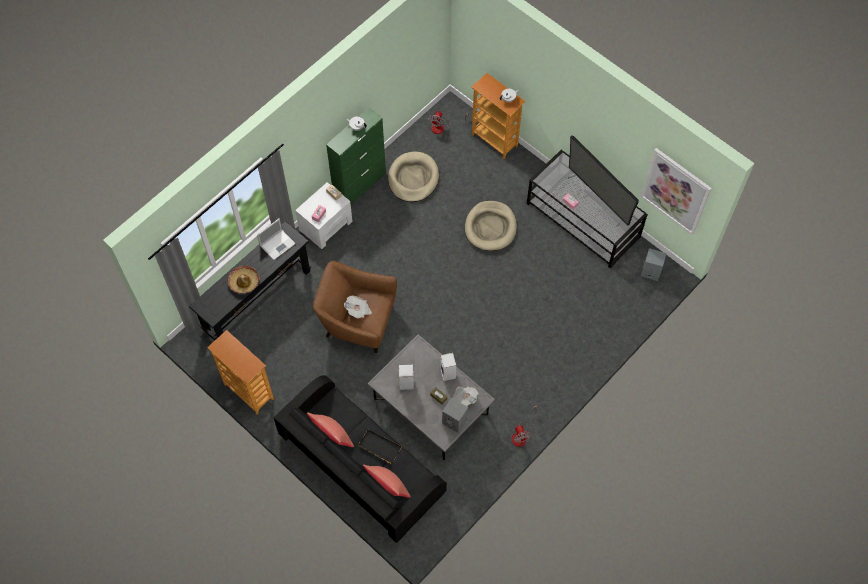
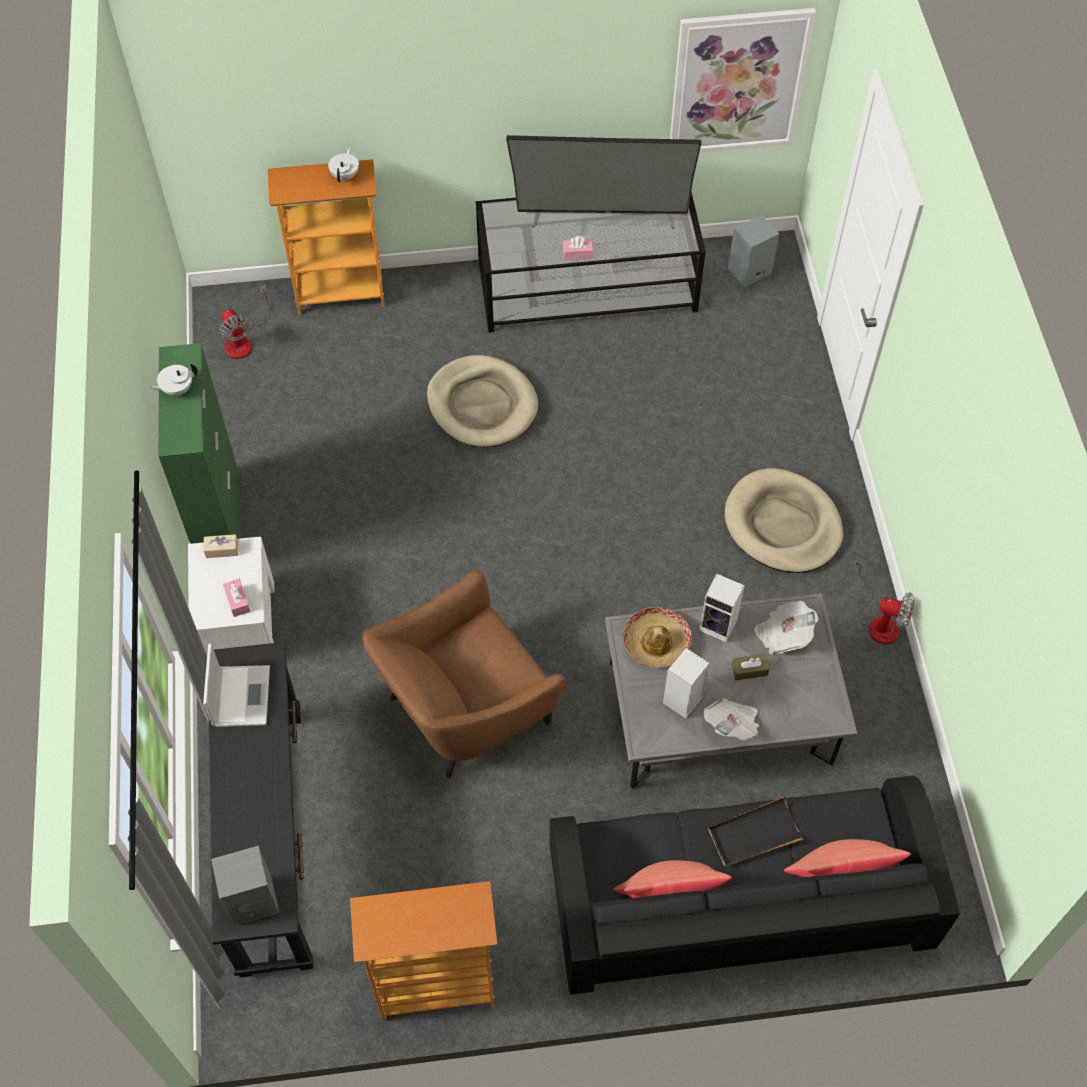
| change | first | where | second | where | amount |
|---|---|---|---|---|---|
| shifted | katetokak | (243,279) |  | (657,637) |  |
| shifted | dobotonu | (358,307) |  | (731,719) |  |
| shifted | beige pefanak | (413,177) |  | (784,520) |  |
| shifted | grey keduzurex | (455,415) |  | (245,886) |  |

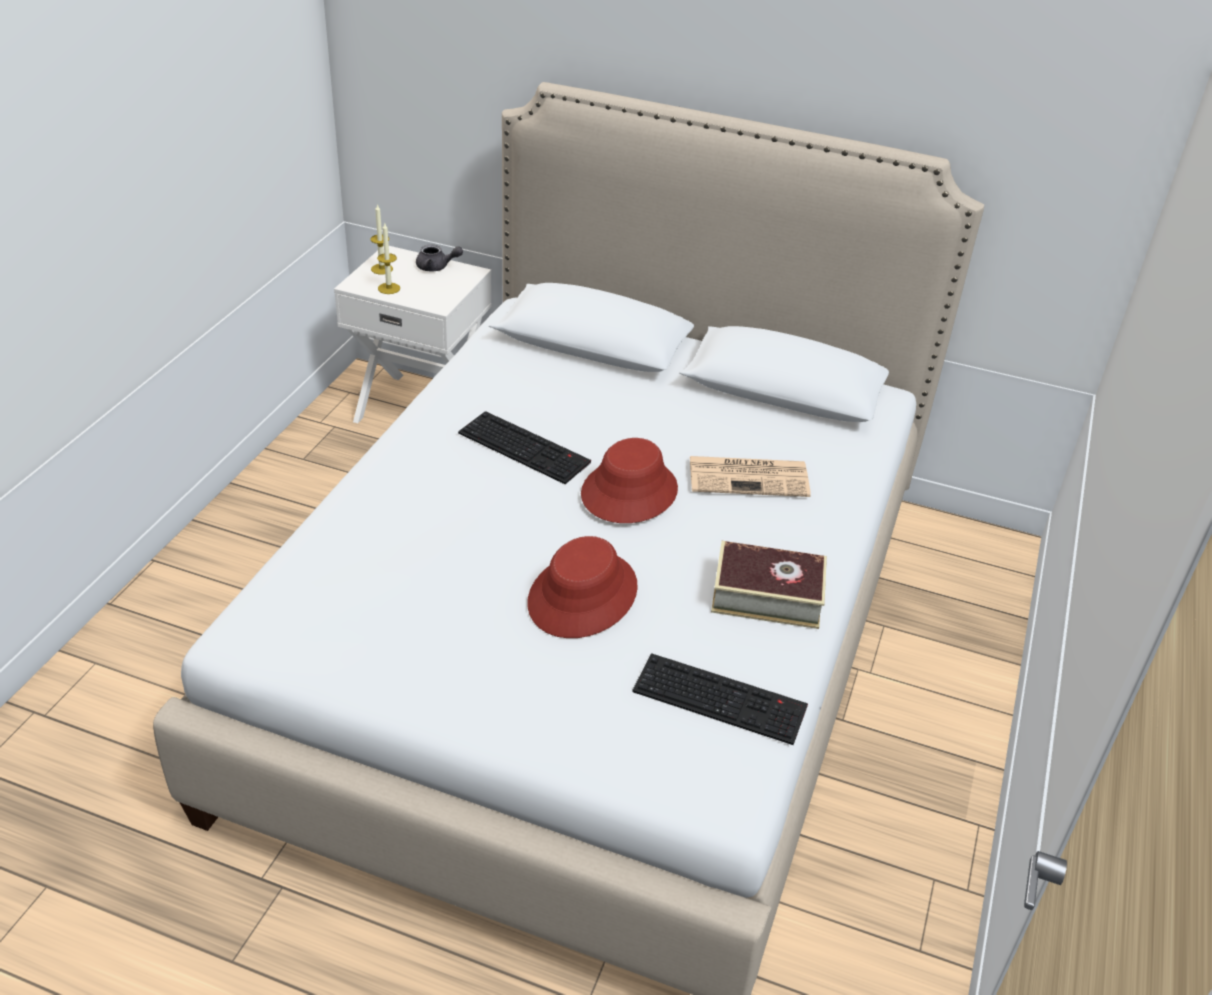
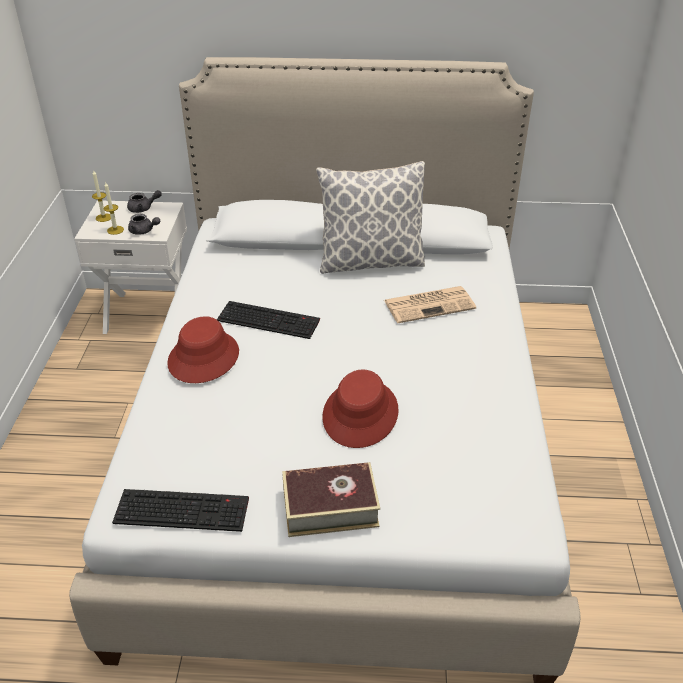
| change | first | where | second | where | amount |
|---|---|---|---|---|---|
| shifted | red katetokak | (629,480) |  | (203,349) |  |
| shifted | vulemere | (720,699) |  | (180,510) |  |
| shifted | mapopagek | (769,585) |  | (331,499) |  |
| new |  |  | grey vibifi | (144,224) |  |
| new |  |  | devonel | (370,217) |  |

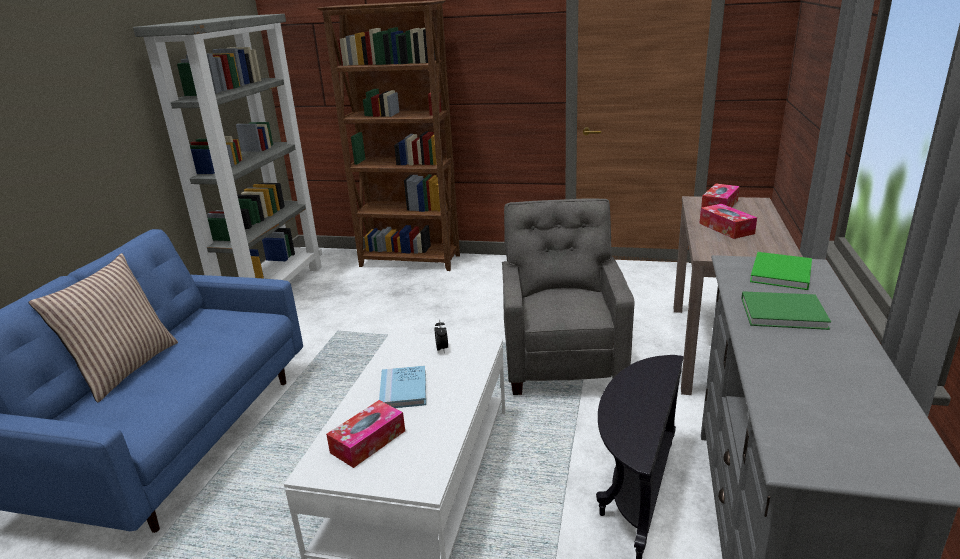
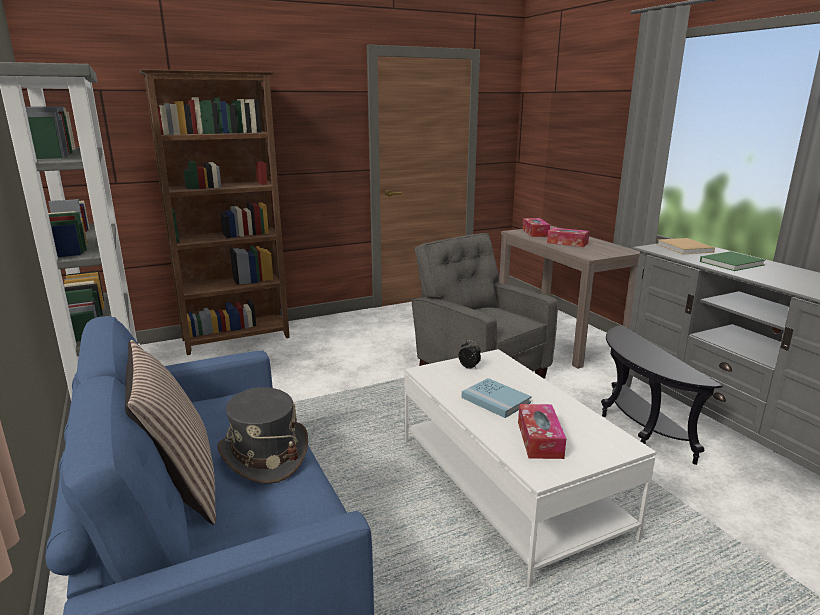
| change | first | where | second | where | amount |
|---|---|---|---|---|---|
| repainted | green mapopagek | (781,271) | beige mapopagek | (686,246) |  |
| new |  |  | grey katetokak | (262,435) |  |

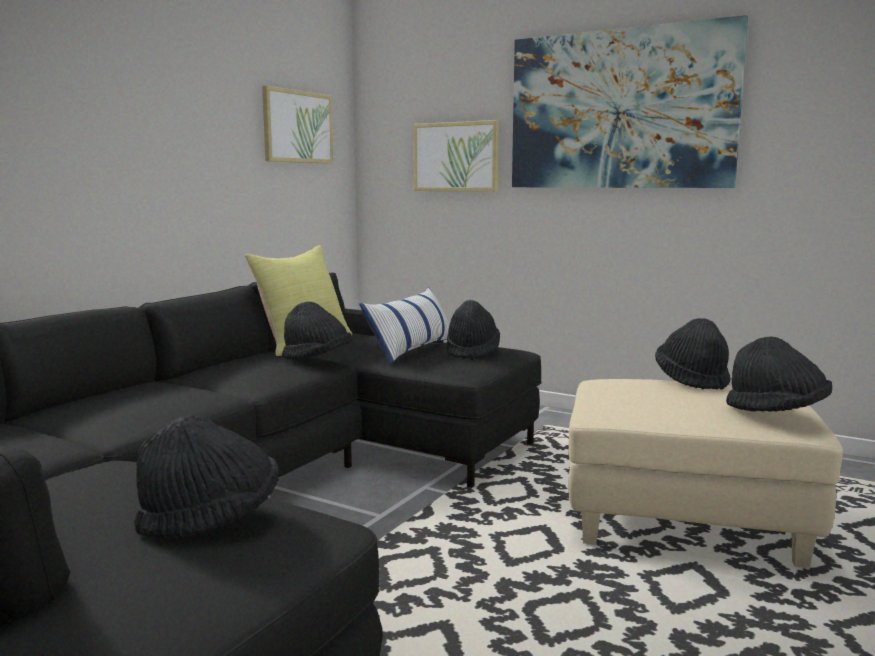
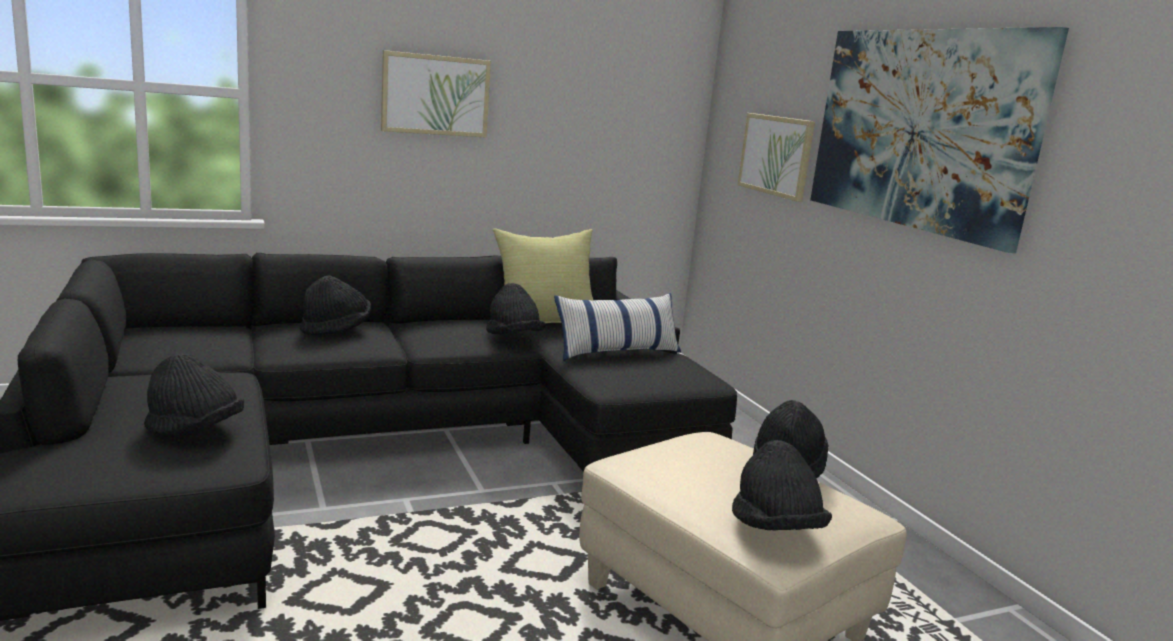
| change | first | where | second | where | amount |
|---|---|---|---|---|---|
| shifted | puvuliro | (297,125) |  | (436,94) |  |
| shifted | black katetokak | (473,330) |  | (335,305) |  |

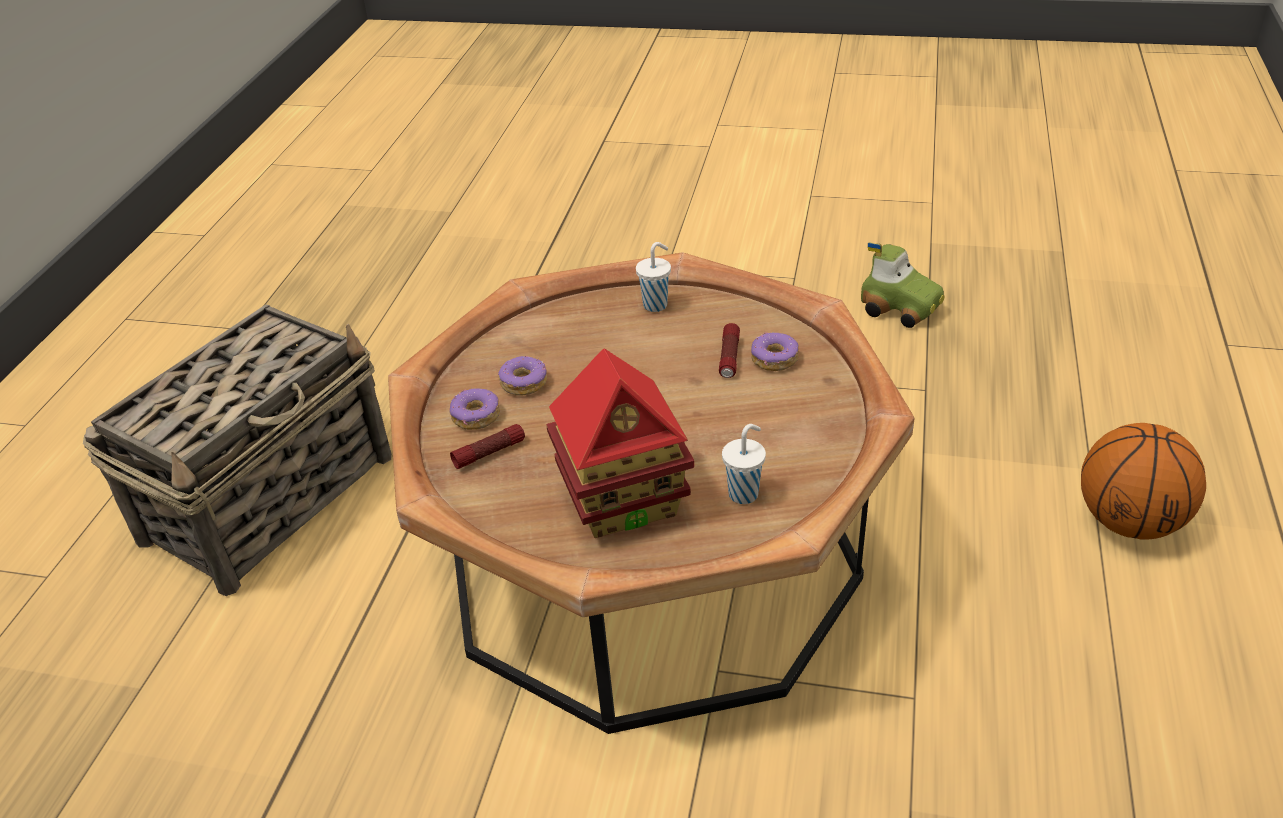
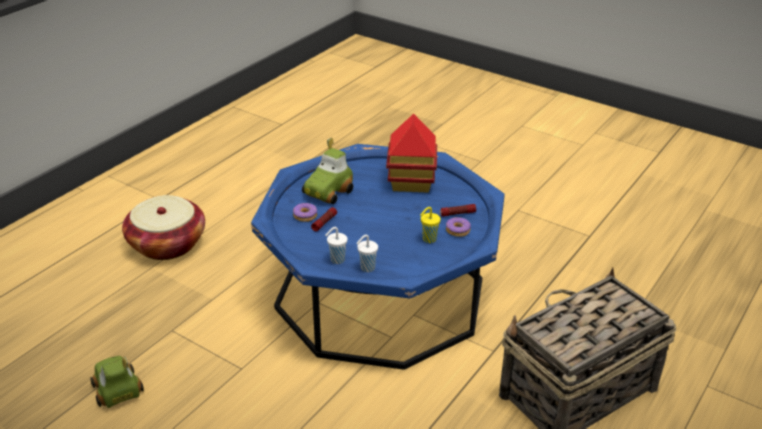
| change | first | where | second | where | amount |
|---|---|---|---|---|---|
| repainted | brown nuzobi | (651,493) | blue nuzobi | (378,257) |  |
| swapped | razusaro | (522,376) | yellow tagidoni | (430,225) |  |
| shifted | white tagidoni | (744,464) |  | (367,253) |  |
| swapped | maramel | (1143,481) | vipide | (163,227) |  |
| new |  |  | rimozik | (327,171) |  |

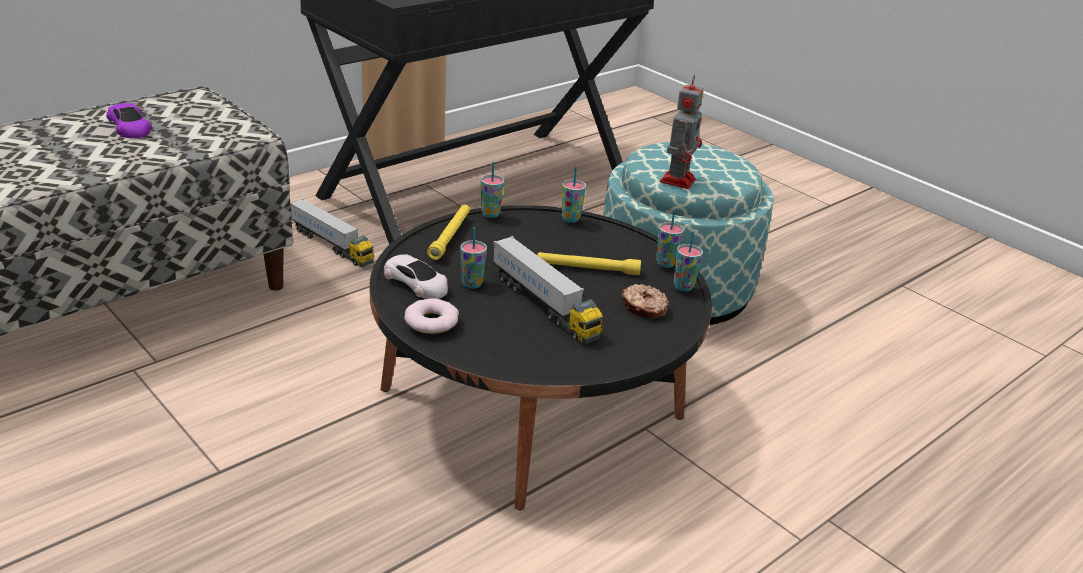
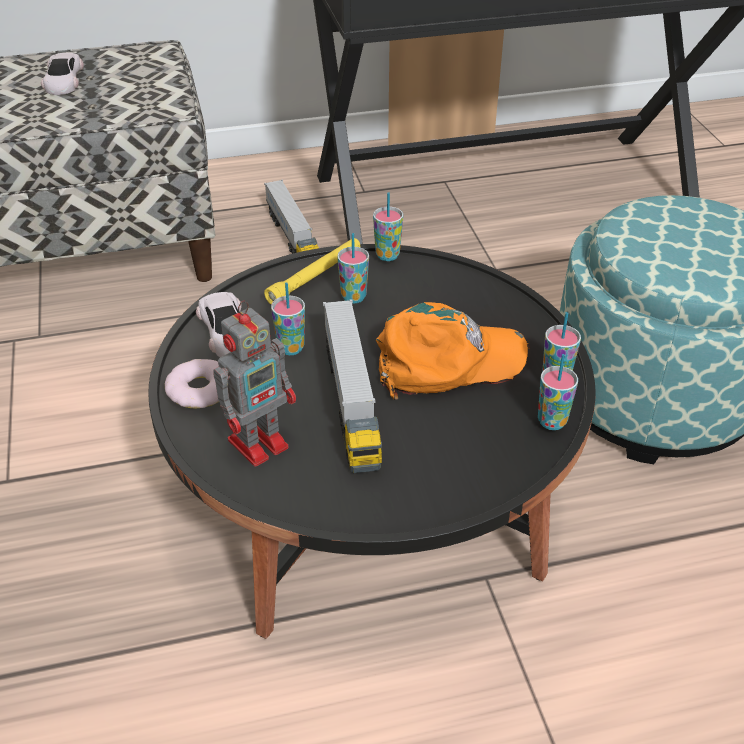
| change | first | where | second | where | amount |
|---|---|---|---|---|---|
| repainted | purple rimozik | (129,120) | white rimozik | (62,74) |  |
| swapped | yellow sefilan | (589,263) | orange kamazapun | (453,351) |  |
| shifted | tagidoni | (574,195) |  | (353,268) |  |
| gone | razusaro | (645,301) |  |  |  |
| shifted | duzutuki | (682,132) |  | (255,383) |  |

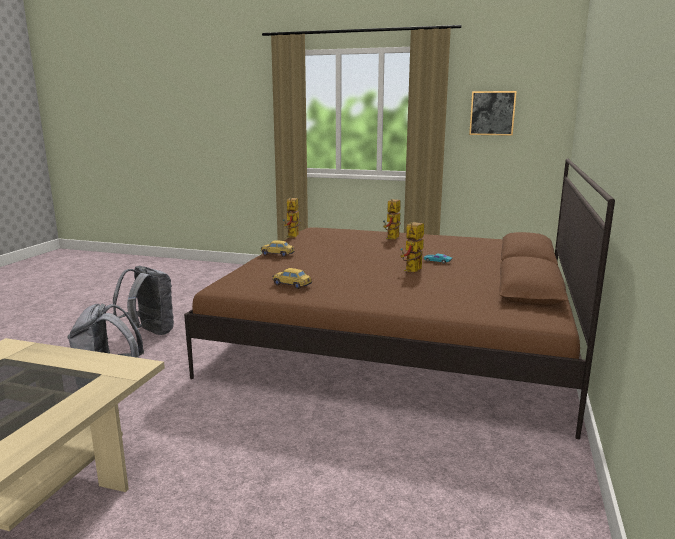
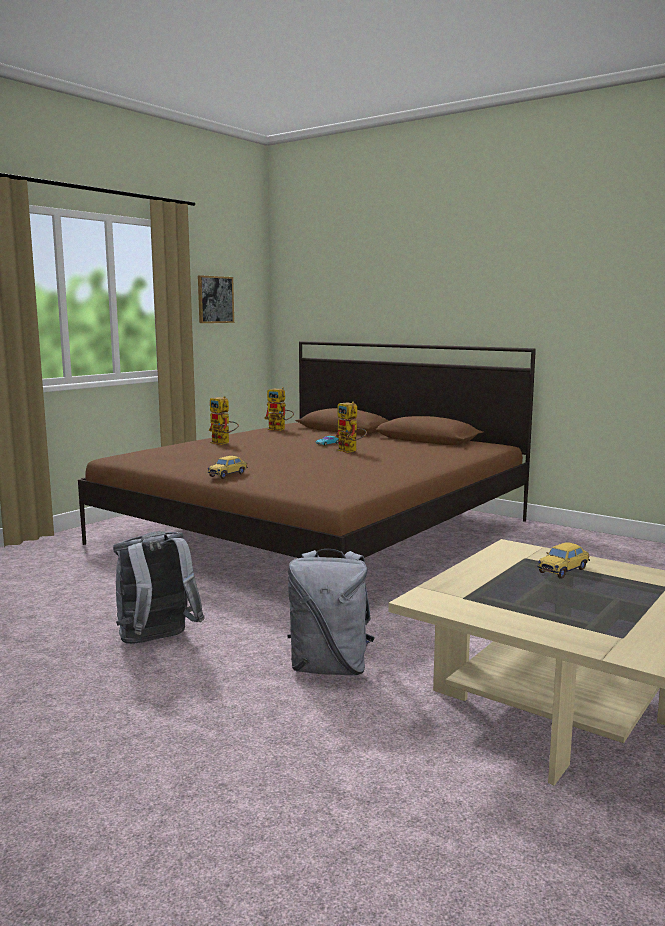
| change | first | where | second | where | amount |
|---|---|---|---|---|---|
| shifted | rimozik | (292,278) |  | (563,560) |  |
| shifted | duzutuki | (292,217) |  | (279,409) |  |

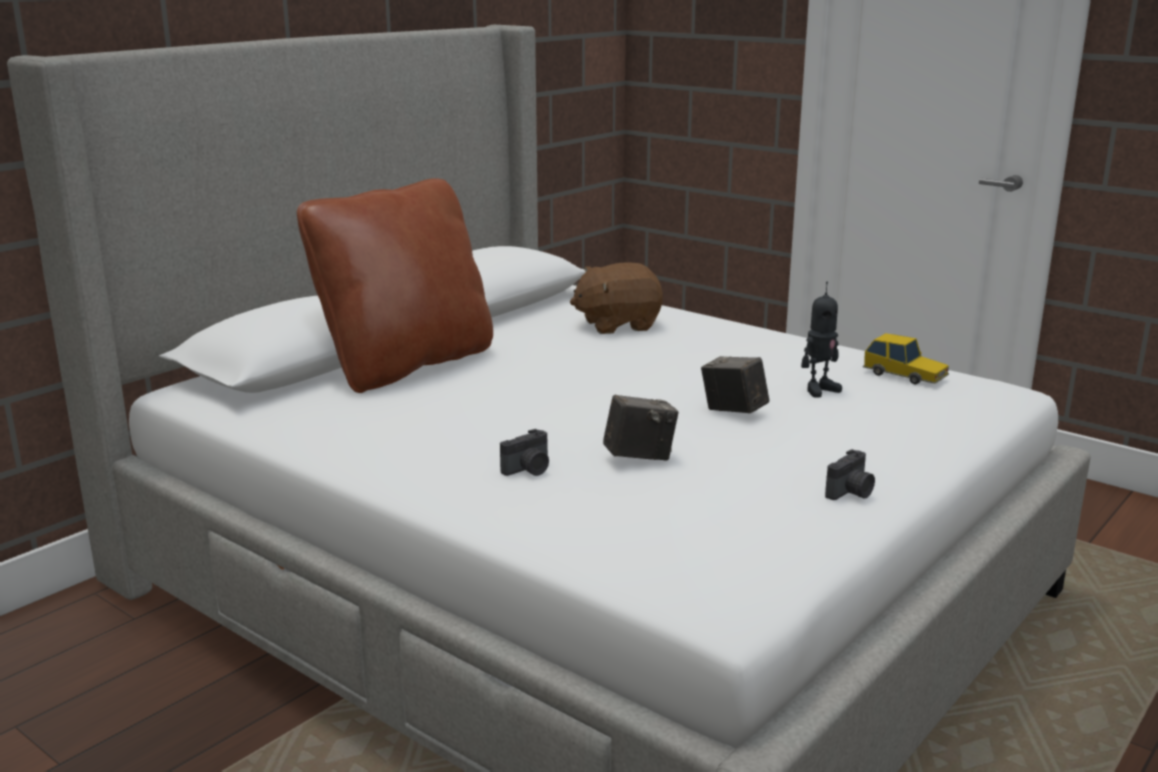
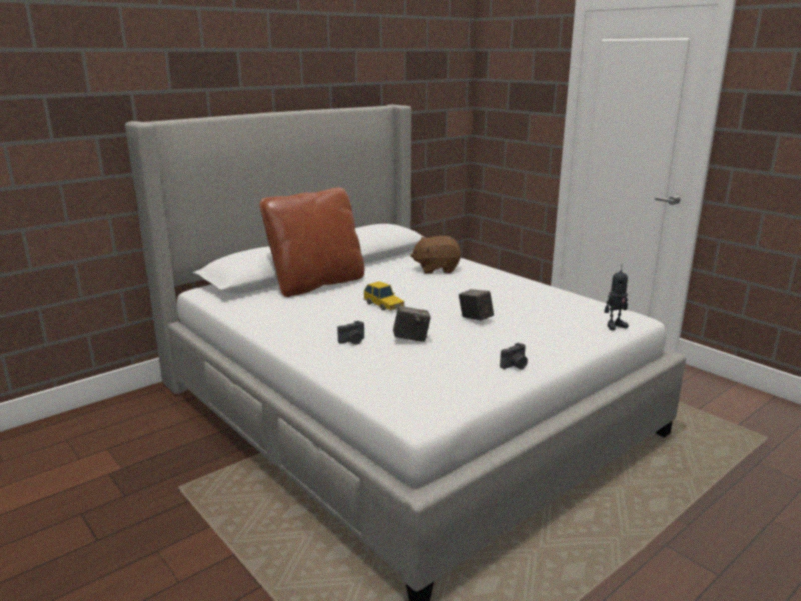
| change | first | where | second | where | amount |
|---|---|---|---|---|---|
| shifted | duzutuki | (821,340) |  | (616,297) |  |
| shifted | rimozik | (906,358) |  | (384,296) |  |

